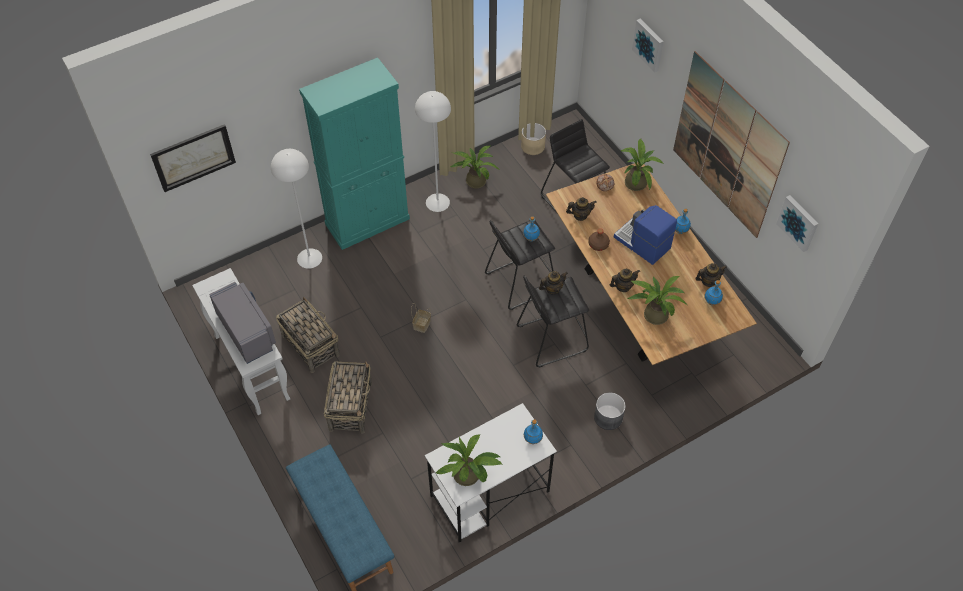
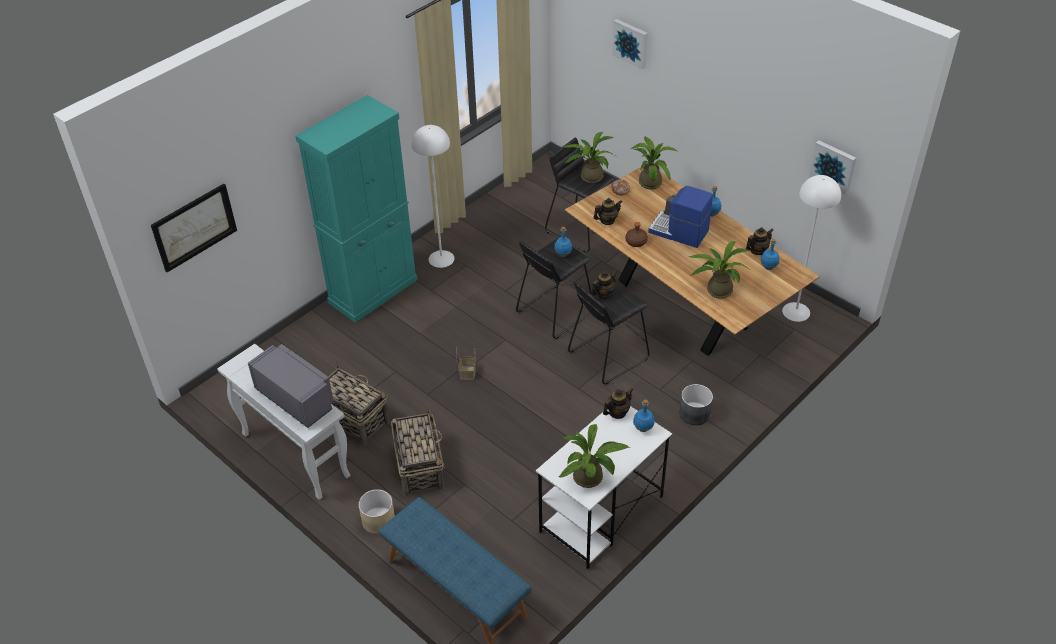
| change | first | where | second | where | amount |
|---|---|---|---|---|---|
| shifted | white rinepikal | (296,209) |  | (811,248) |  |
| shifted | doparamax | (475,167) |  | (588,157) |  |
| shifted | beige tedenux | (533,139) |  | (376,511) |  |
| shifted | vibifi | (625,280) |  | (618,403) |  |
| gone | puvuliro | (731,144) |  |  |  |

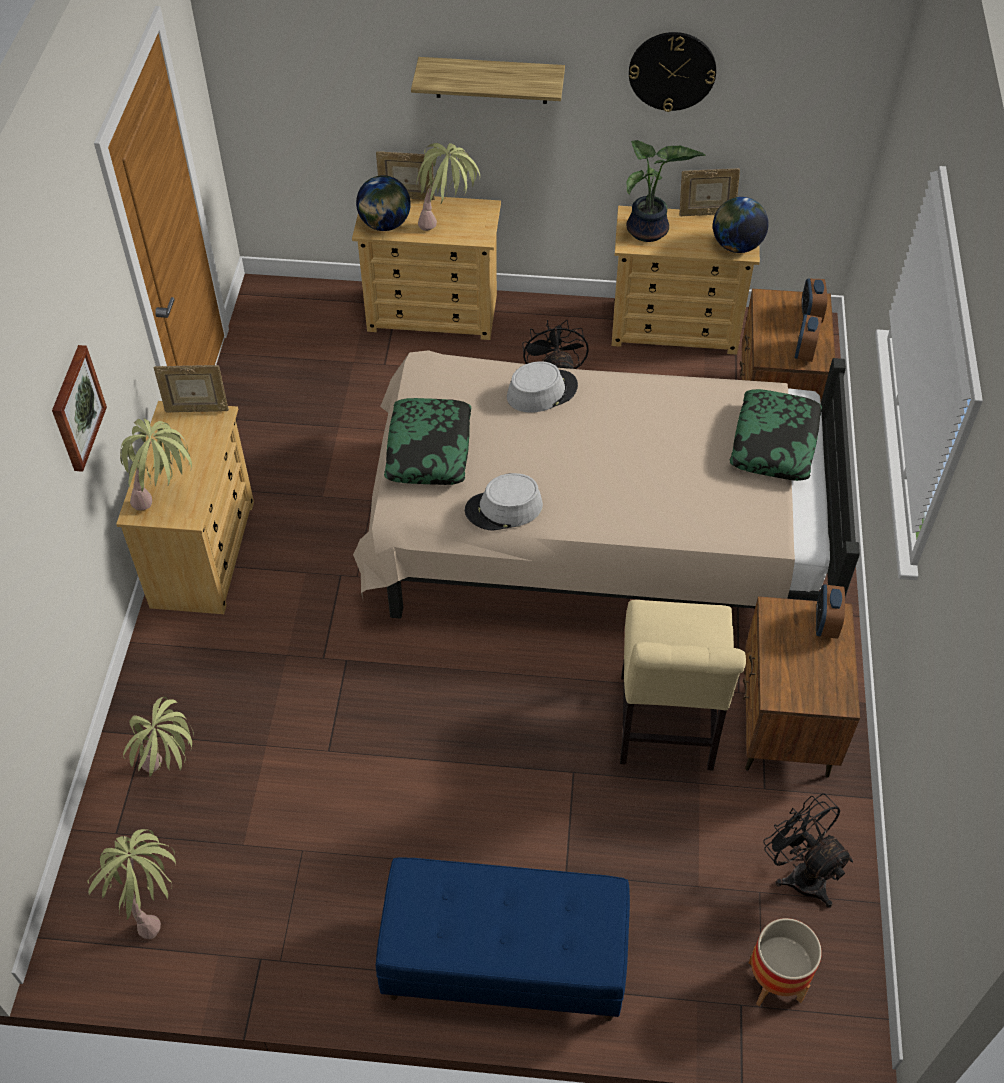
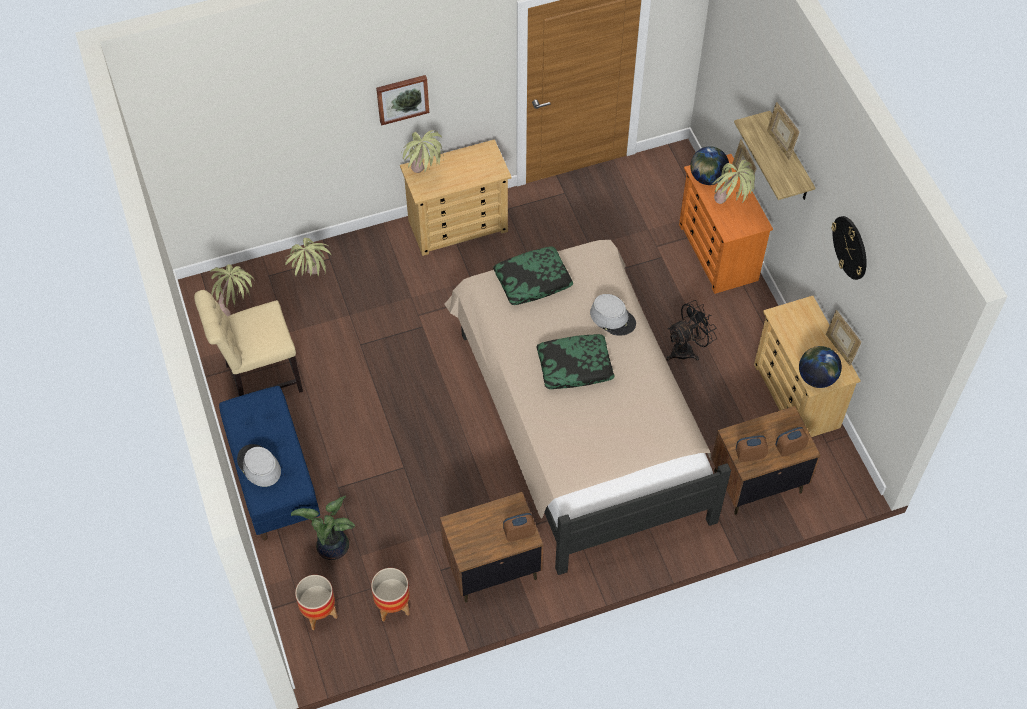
| change | first | where | second | where | amount |
|---|---|---|---|---|---|
| shifted | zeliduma | (191,389) |  | (783,131) |  |
| repainted | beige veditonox | (426,268) | orange veditonox | (726,224) |  |
| shifted | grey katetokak | (504,502) |  | (259,465) |  |
| shifted | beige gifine | (683,685) |  | (248,343) |  |
| shifted | doparamax | (665,191) |  | (323,528) |  |
| shifted | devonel | (776,435) |  | (575,361) |  |
| swapped | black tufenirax | (808,850) | tedenux | (390,595) |  |

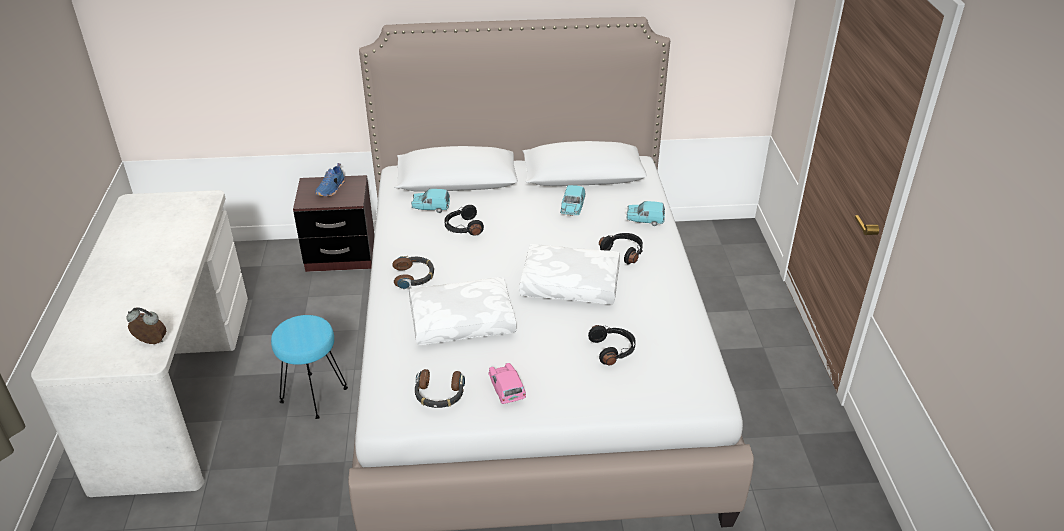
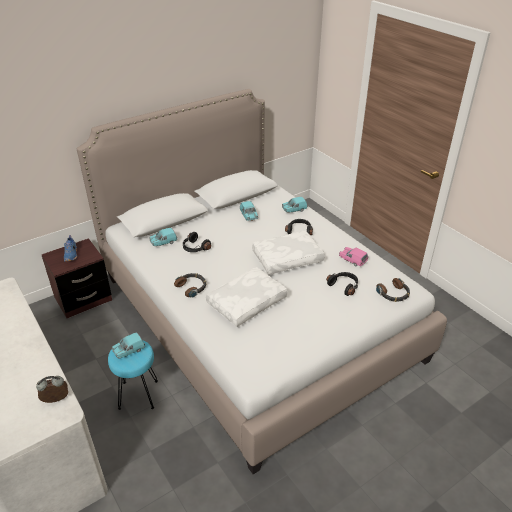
| change | first | where | second | where | amount |
|---|---|---|---|---|---|
| shifted | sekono | (440,388) |  | (393,290) |  |
| shifted | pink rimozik | (507,383) |  | (353,256) |  |
| new |  |  | turquoise rimozik | (128,345) |  |

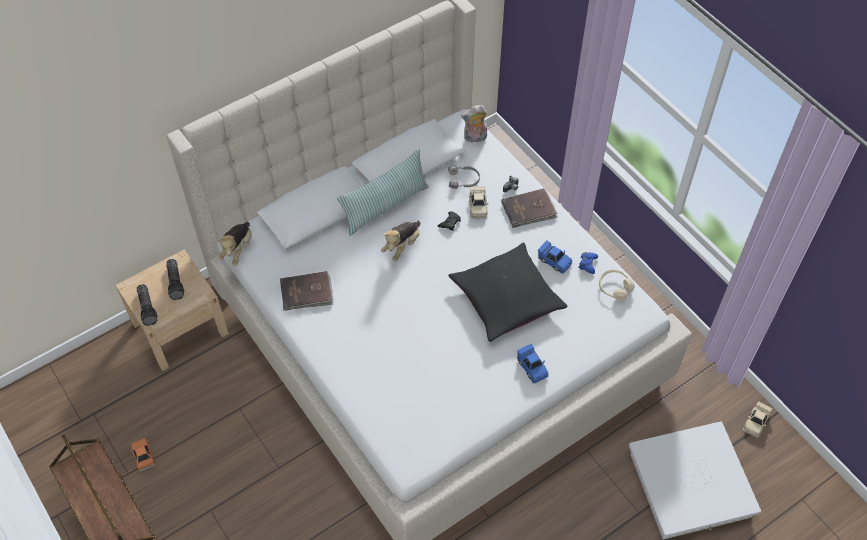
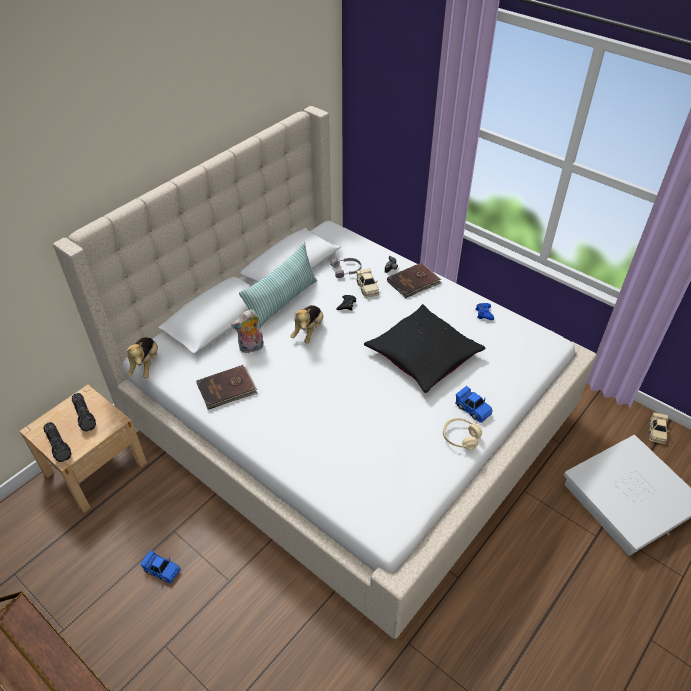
| change | first | where | second | where | amount |
|---|---|---|---|---|---|
| gone | orange rimozik | (143,455) |  |  |  |
| shifted | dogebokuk | (474,124) |  | (247,331) |  |
| shifted | blue rimozik | (555,257) |  | (160,567) |  |
| shifted | beige sekono | (617,285) |  | (462,434) |  |

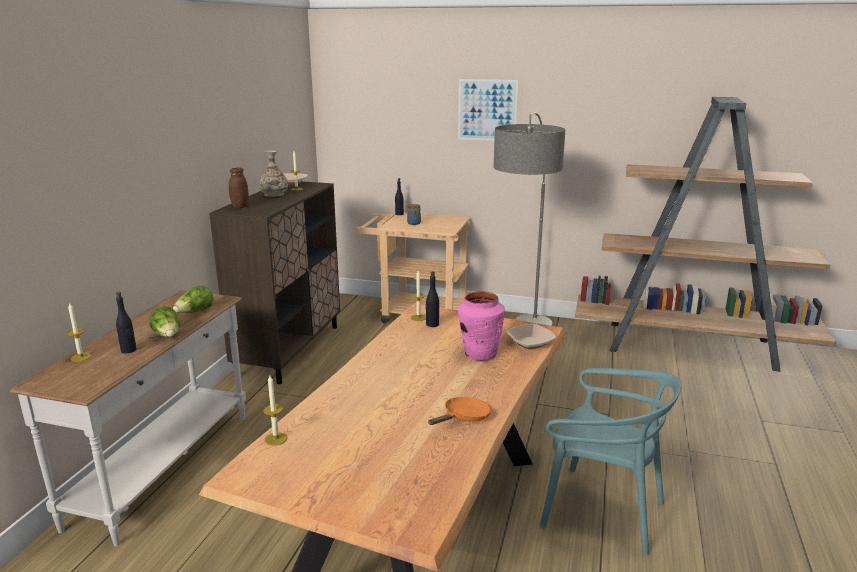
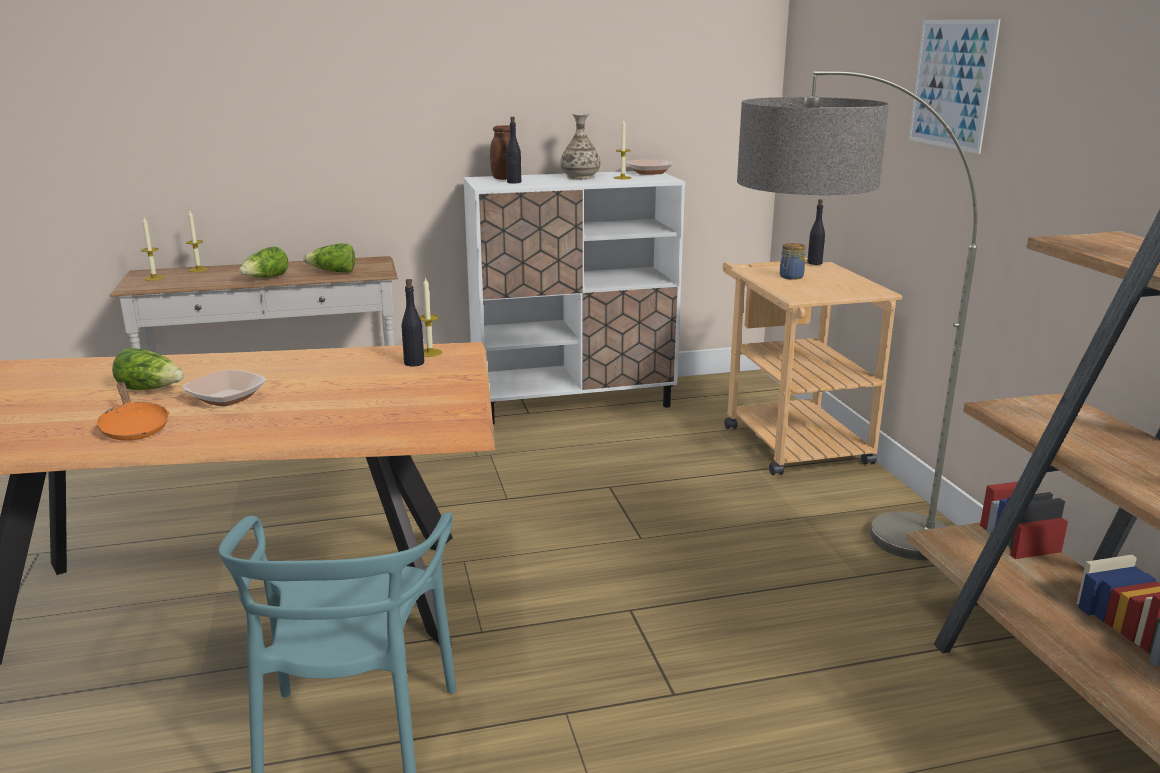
| change | first | where | second | where | amount |
|---|---|---|---|---|---|
| shifted | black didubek | (126,322) |  | (513,150) |  |
| repainted | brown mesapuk | (274,282) | white mesapuk | (574,297) |  |
| shifted | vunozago | (275,411) |  | (153,249) |  |
| rotated | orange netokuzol | (460,411) |  | (133,411) | 45 degrees clockwise |
| gone | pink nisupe | (481,326) |  |  |  |
| shifted | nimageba | (531,336) |  | (224,388) |  |
| new |  |  | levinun | (148,368) |  |

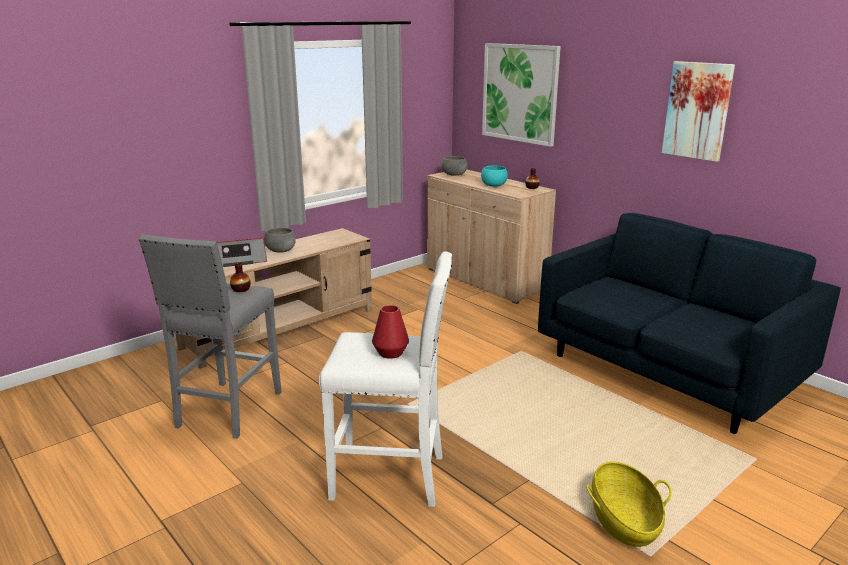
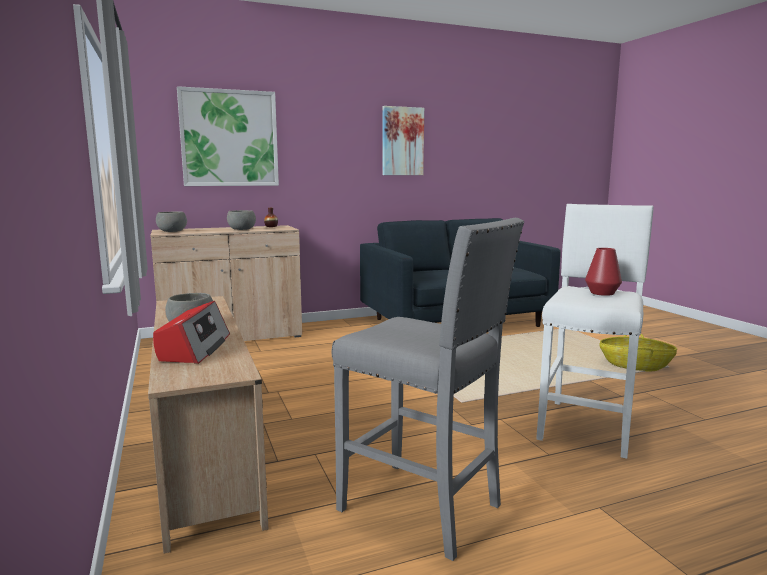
| change | first | where | second | where | amount |
|---|---|---|---|---|---|
| gone | nisupe | (240,277) |  |  |  |
| repainted | turquoise nimageba | (494,176) | grey nimageba | (241,220) |  |

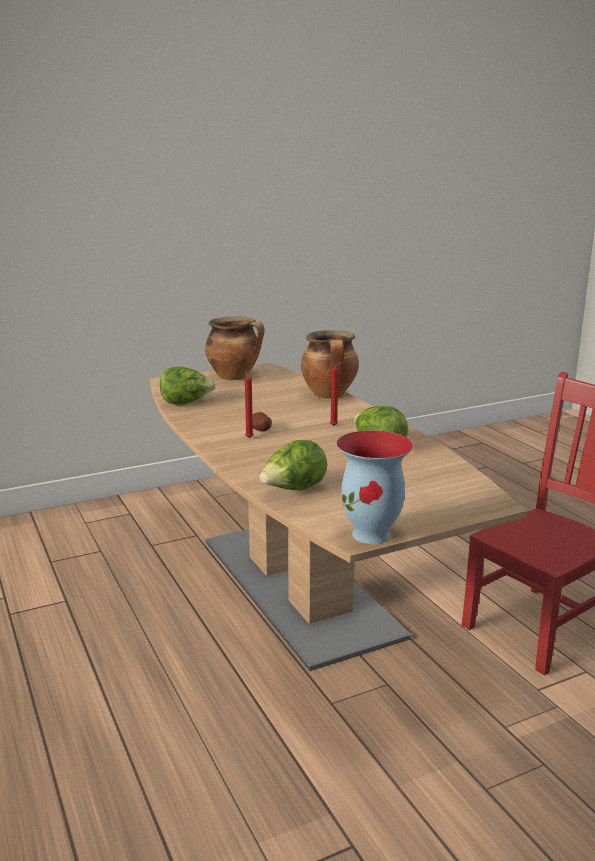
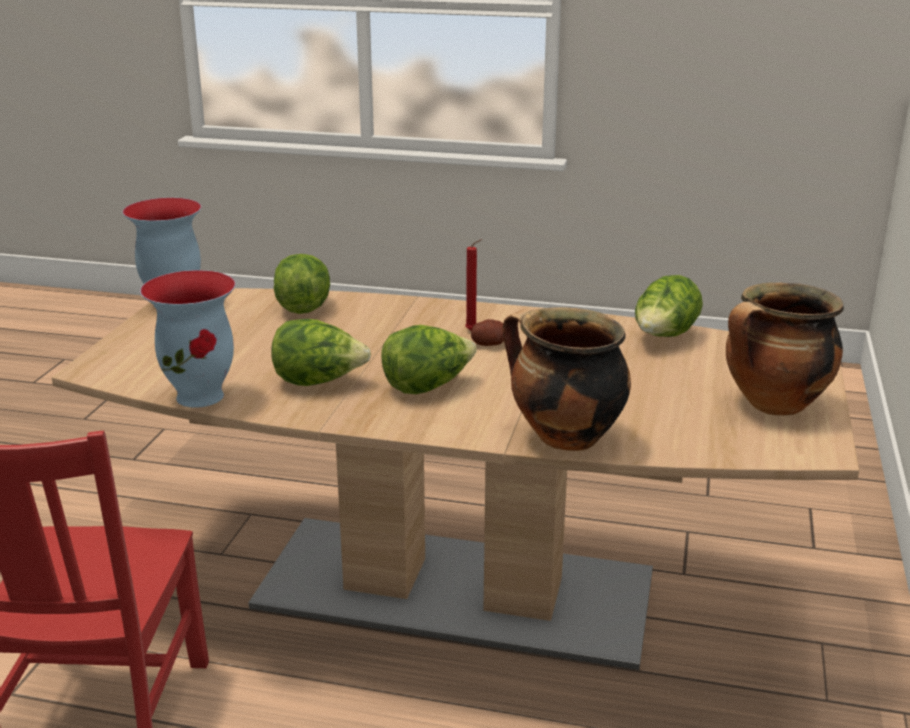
| change | first | where | second | where | amount |
|---|---|---|---|---|---|
| swapped | red vunozago | (336,394) | levinun | (429,359) |  |
| new |  |  | nisupe | (188,339) |  |

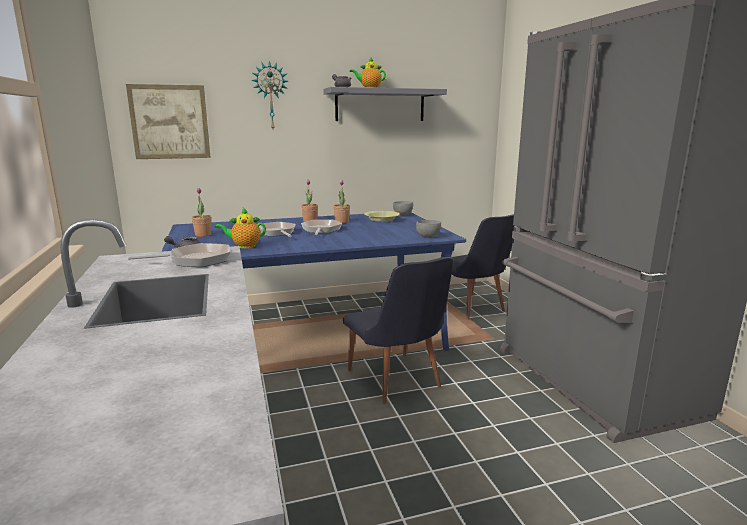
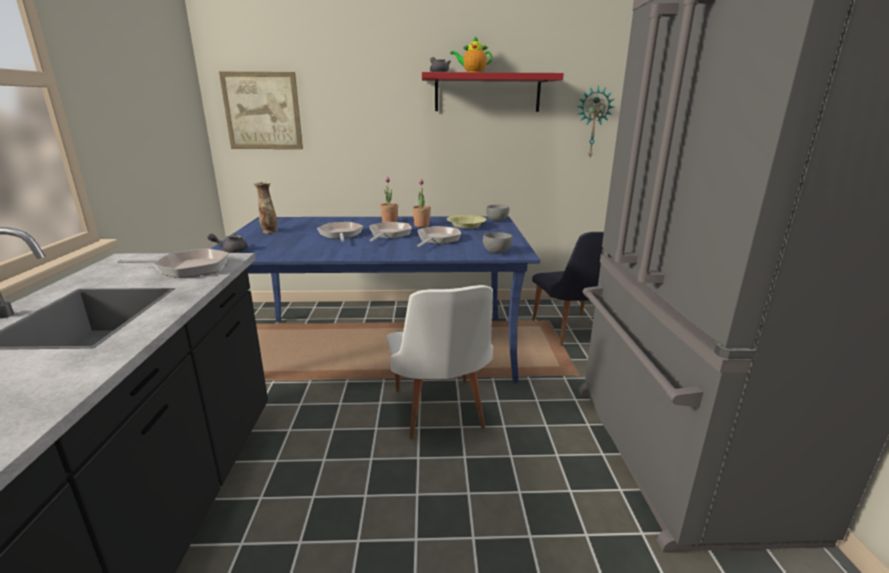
| change | first | where | second | where | amount |
|---|---|---|---|---|---|
| swapped | doparamax | (202,212) | nisupe | (266,207) |  |
| gone | vibifi | (240,228) |  |  |  |
| shifted | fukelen | (269,95) |  | (595,121) |  |
| repainted | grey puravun | (385,104) | red puravun | (493,92) |  |
| repainted | black gifine | (398,330) | white gifine | (440,362) |  |
| new |  |  | netokuzol | (439,236) |  |

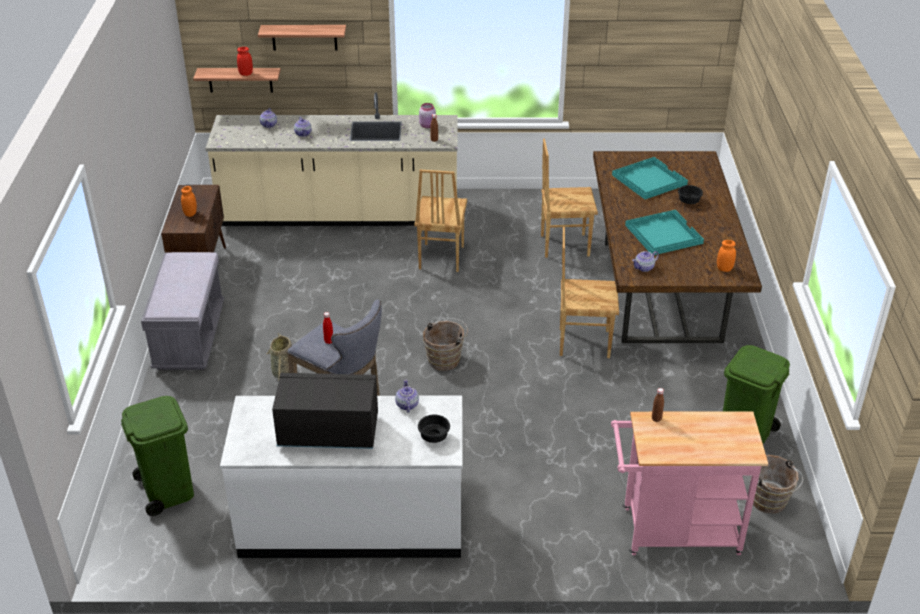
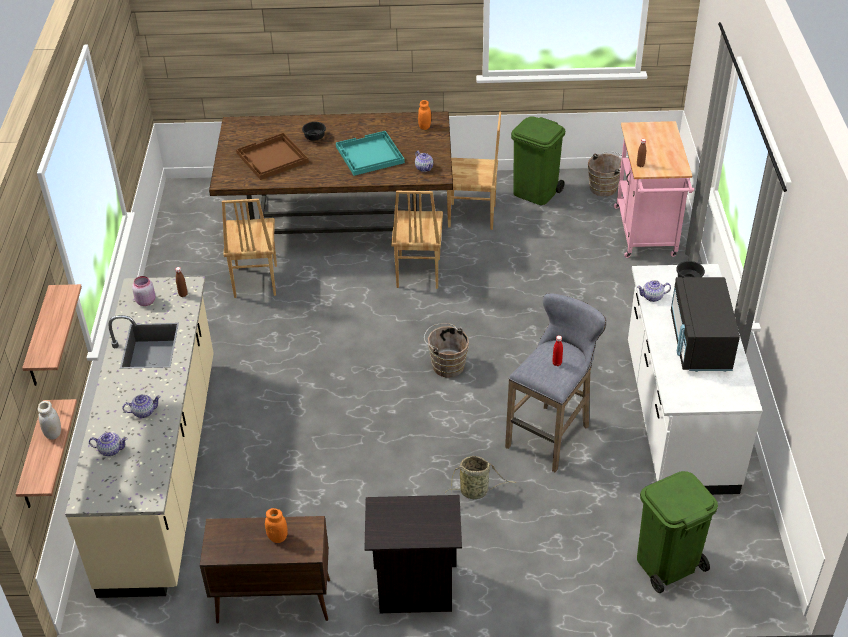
| change | first | where | second | where | amount |
|---|---|---|---|---|---|
| swapped | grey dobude | (182,311) | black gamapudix | (413,554) |  |
| repainted | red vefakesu | (245,61) | white vefakesu | (49,420) |  |
| shifted | brown gifine | (440,221) |  | (474,171) |  |
| repainted | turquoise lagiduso | (650,178) | brown lagiduso | (272,156) |  |

